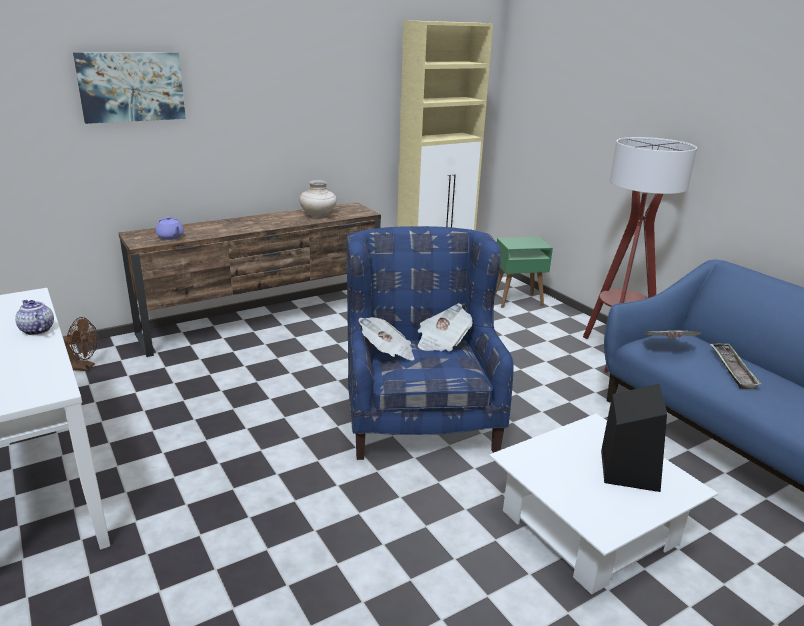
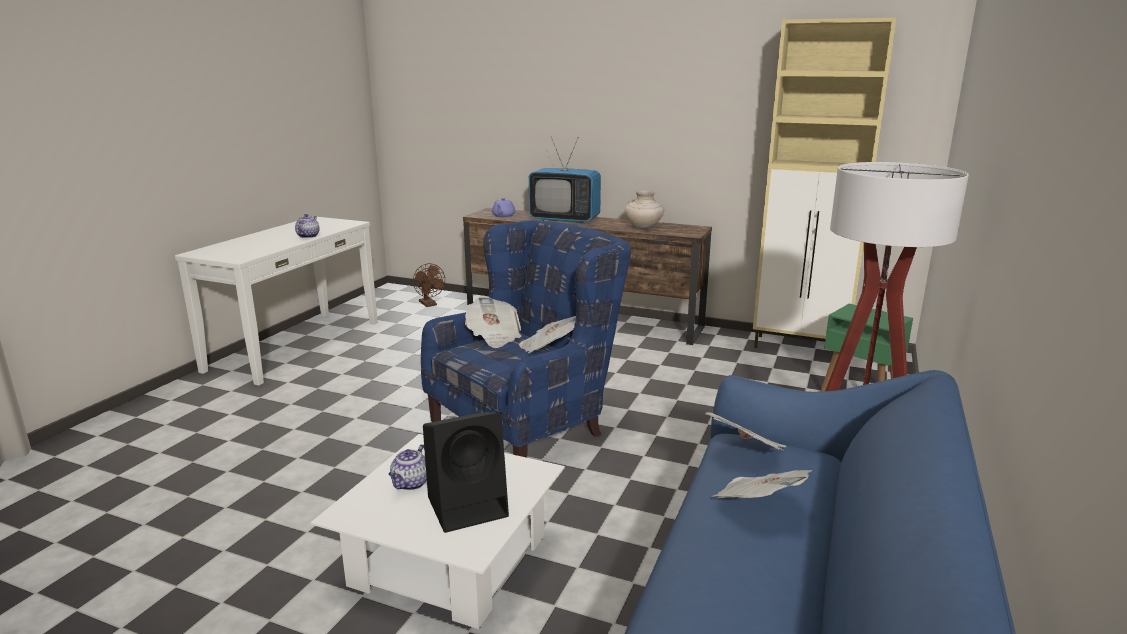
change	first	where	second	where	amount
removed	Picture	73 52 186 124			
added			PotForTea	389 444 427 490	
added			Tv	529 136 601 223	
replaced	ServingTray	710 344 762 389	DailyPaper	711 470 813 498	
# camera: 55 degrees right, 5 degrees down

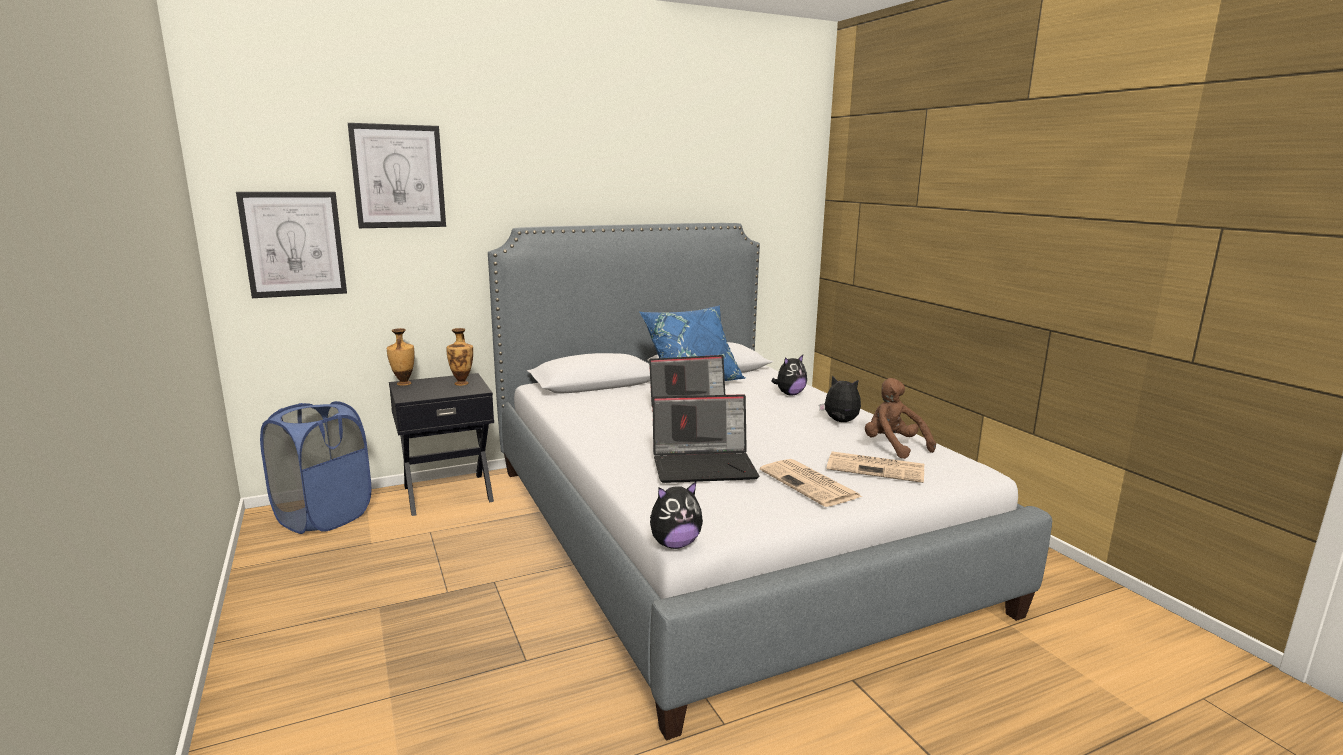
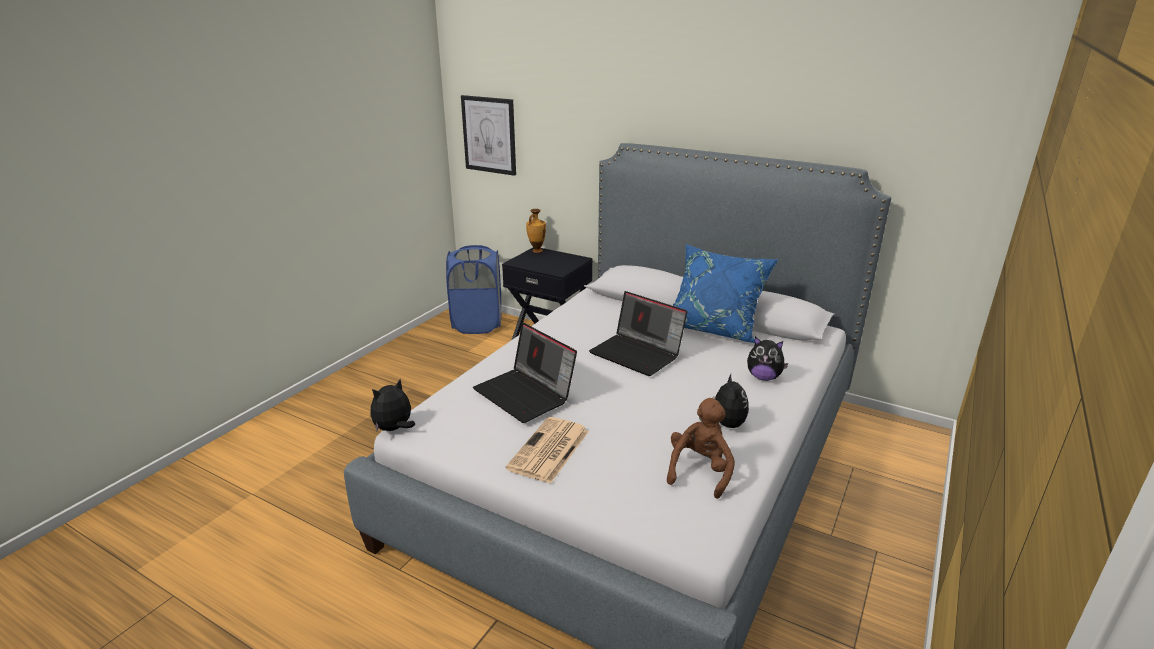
change	first	where	second	where	amount
removed	Picture	348 123 446 228			
removed	Vase	446 328 473 386			
removed	DailyPaper	827 452 924 483			
turned	CuddlyToy	650 482 703 549		370 379 415 431	105 degrees clockwise
# camera: 55 degrees right, 10 degrees up

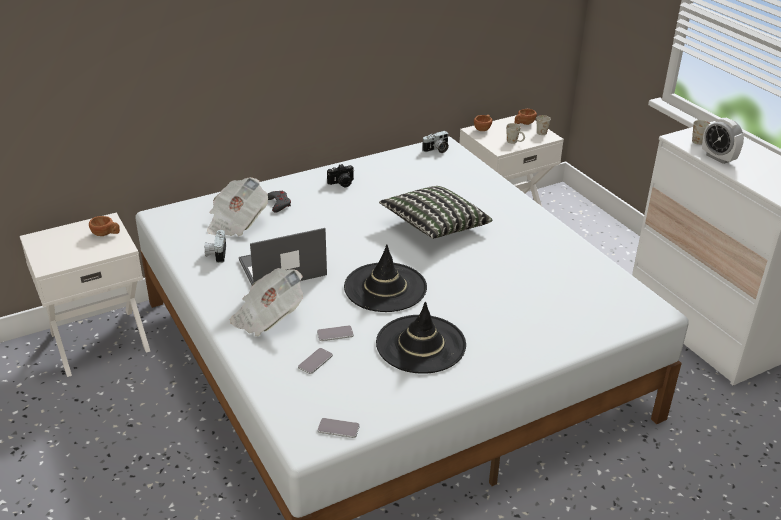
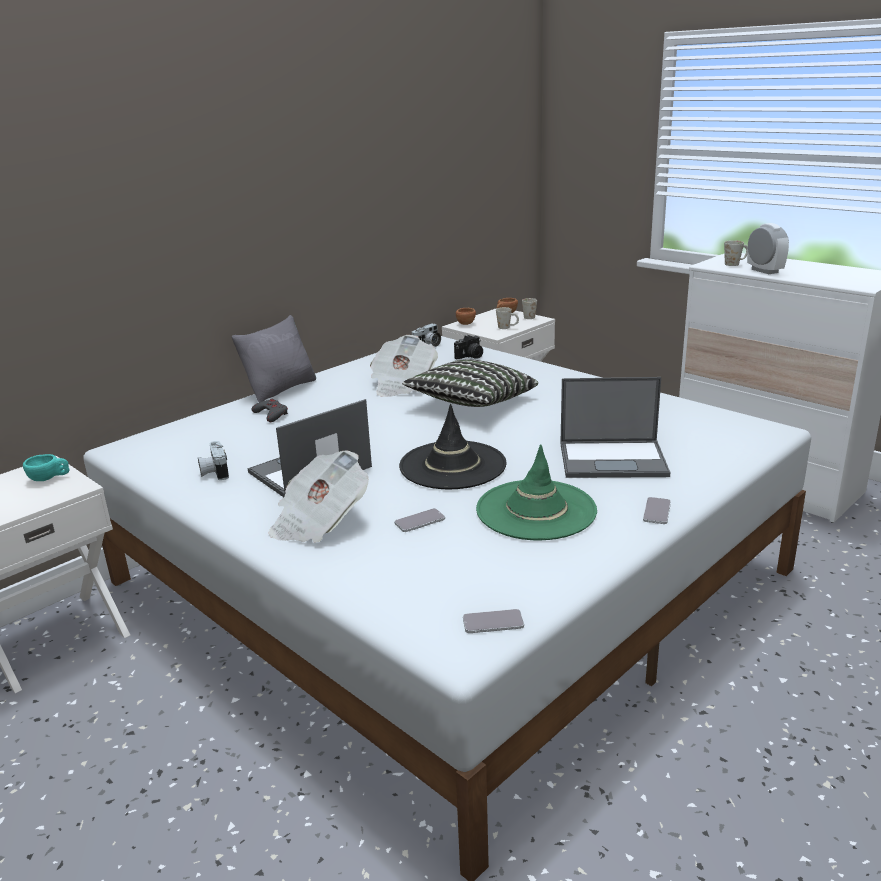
change	first	where	second	where	amount
added			GrayThrowPillow	232 315 316 402	
added			NotebookComputer	560 377 670 478	
moved	DailyPaper	207 177 268 236		370 335 438 397	
moved	Handset	298 348 333 374		643 497 671 524	
moved	StillCamera	327 164 354 187		454 335 483 359	
recoloured	BrownCup	89 216 120 236	TurquoiseCup	23 454 70 481	
recoloured	BlackishClothingHat	376 301 466 374	GreenClothingHat	476 444 597 540	
turned	BedsideClock	702 118 744 164		747 223 789 274	150 degrees counterclockwise
# camera: 15 degrees left, 10 degrees down

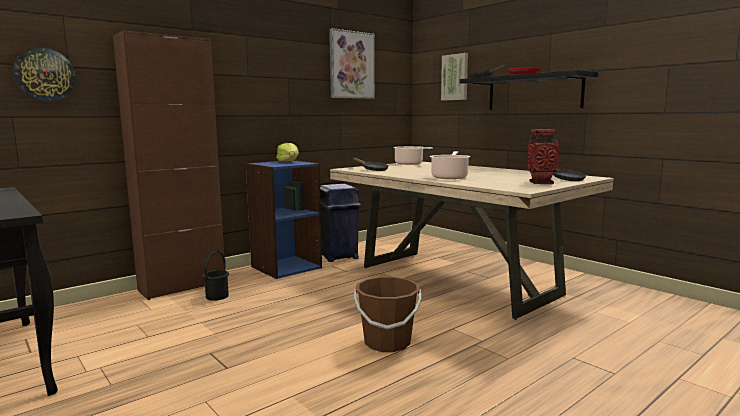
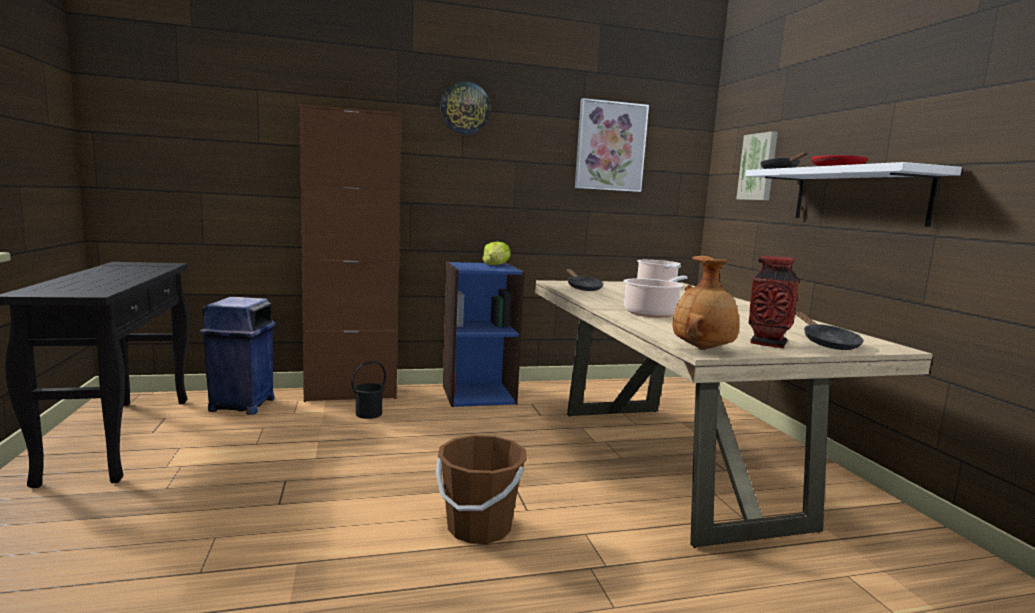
change	first	where	second	where	amount
added			BrownVase	673 256 739 350	
moved	WallClock	13 47 76 102		440 81 491 134	
moved	BluishWasteBin	320 184 361 262		199 297 276 415	
recoloured	BlackishShelf	460 70 599 110	WhitishShelf	745 162 962 227	
# camera: 25 degrees right, 0 degrees up

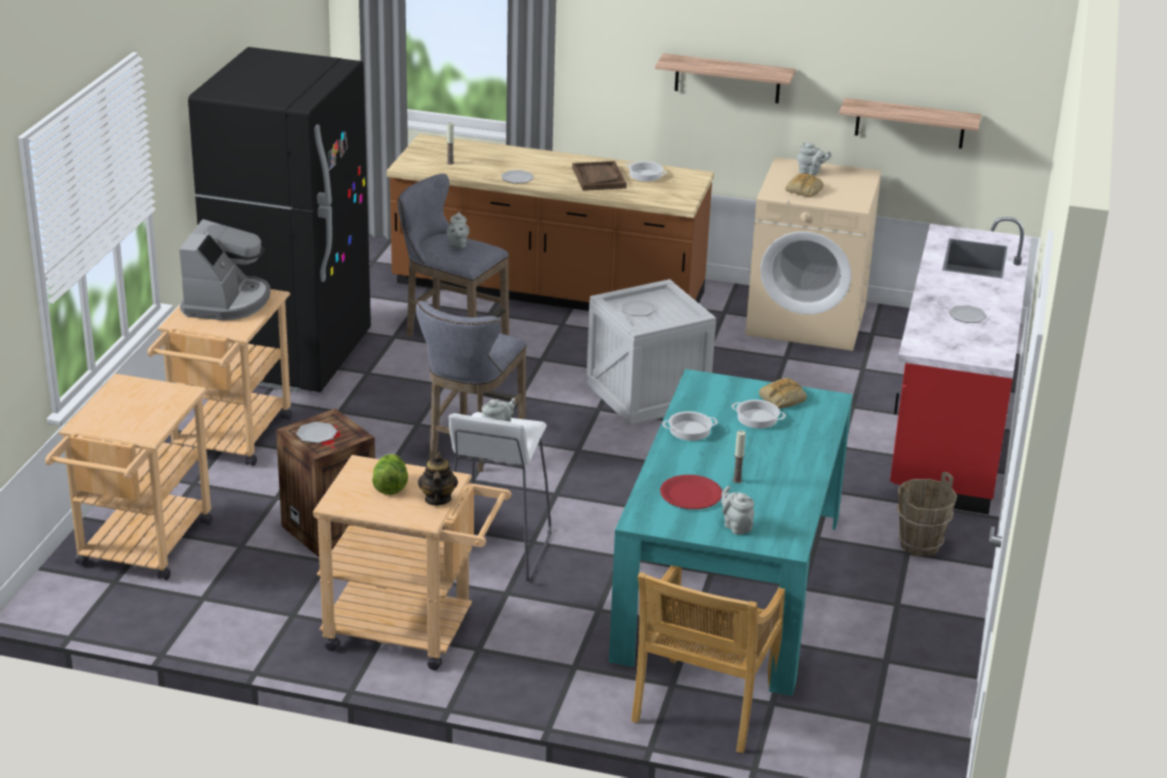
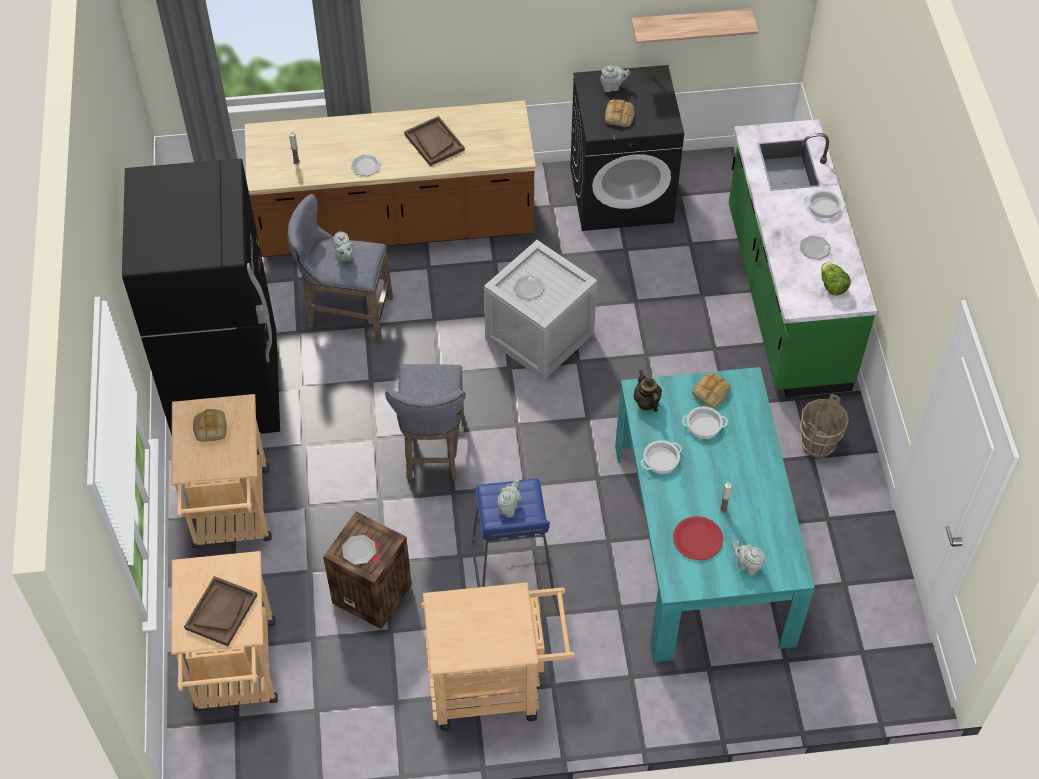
change	first	where	second	where	amount
removed	SandColouredUprightChair	631 565 785 753			
removed	Shelf	655 53 796 103			
added			BrownServingTray	184 576 257 646	
moved	Lettuce	372 454 408 495		821 262 851 296	
moved	PotForTea	418 452 458 506		634 370 662 412	
moved	Saucepot	626 161 667 182		804 190 847 218	
replaced	CoffeeMachine	179 219 270 320	Bread	193 409 227 442	
recoloured	WhitishStoolSeat	443 412 552 582	BluishStoolSeat	472 478 556 597	
recoloured	SandColouredLaundryMachine	745 157 882 351	BlackishLaundryMachine	570 65 684 231	
recoloured	RedCounter	890 217 1031 515	GreenCounter	729 119 877 397	
# camera: 20 degrees left, 25 degrees up

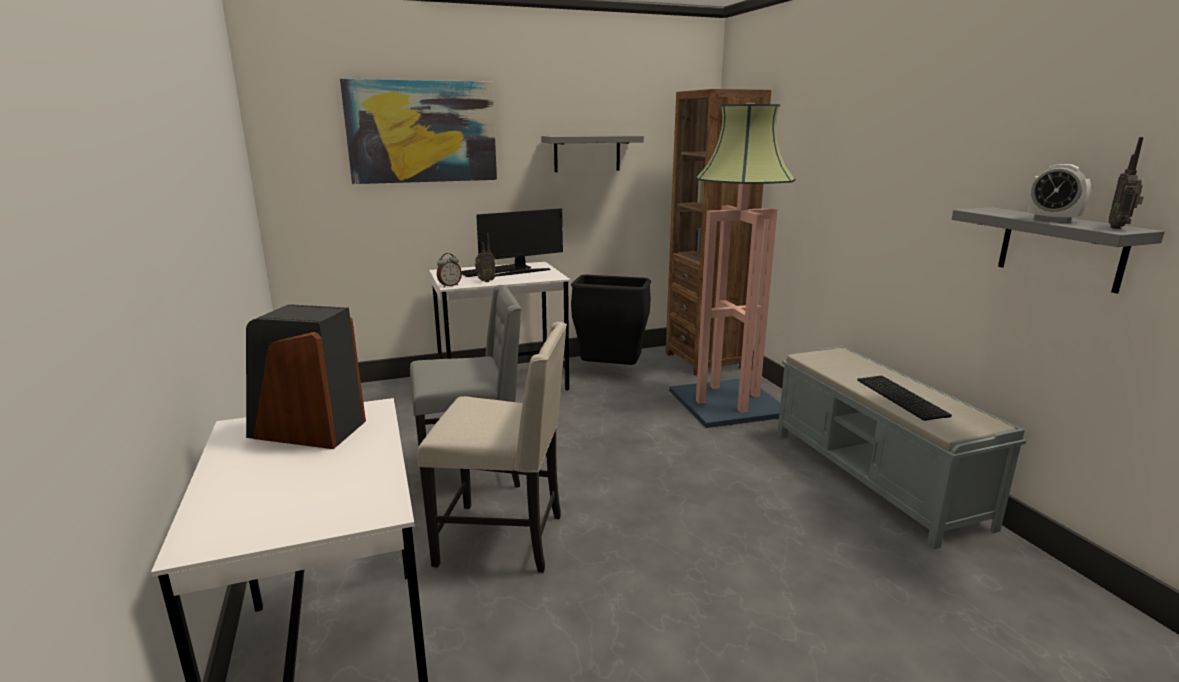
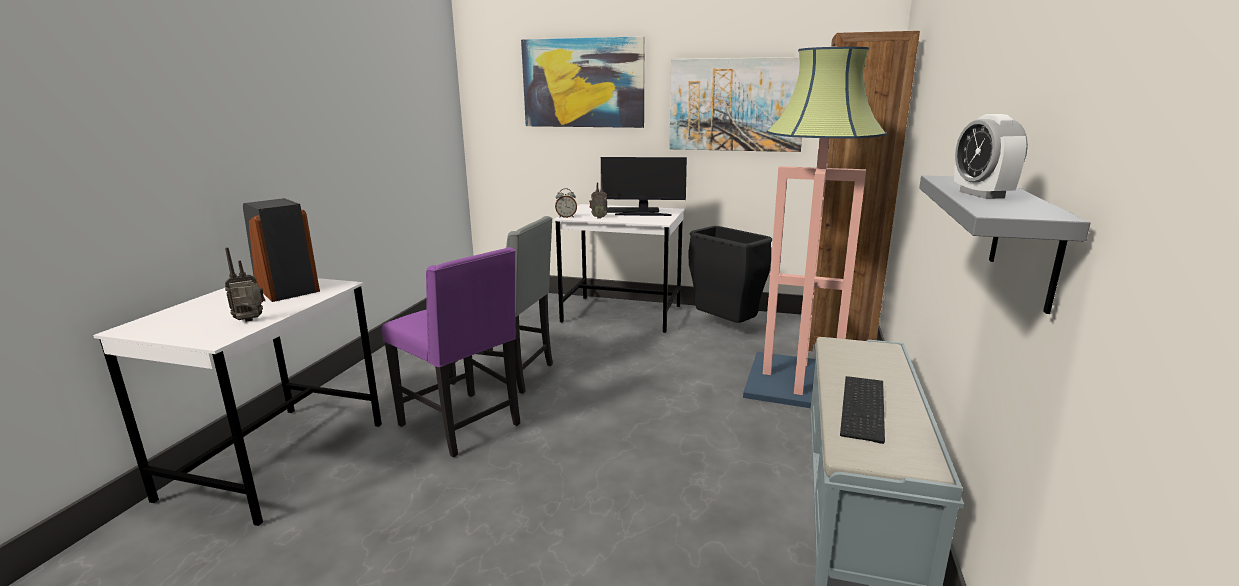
change	first	where	second	where	amount
moved	Radio	1109 137 1144 229		225 247 265 322	
replaced	GrayShelf	541 135 644 172	Picture	669 57 802 152	
recoloured	SandColouredUprightChair	417 322 567 573	PurpleUprightChair	382 247 520 457	
# camera: 35 degrees right, 0 degrees up

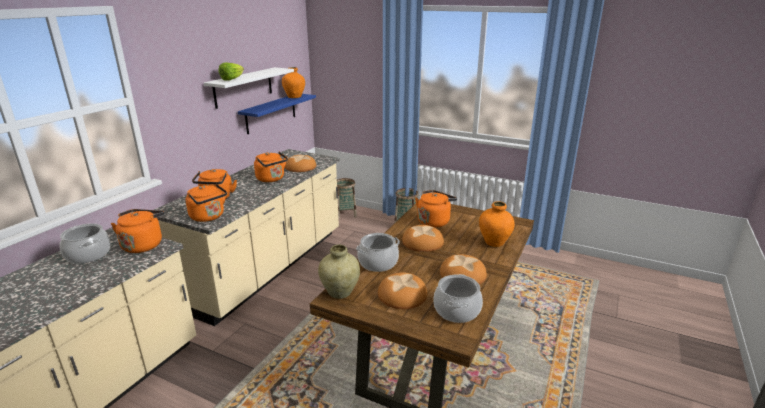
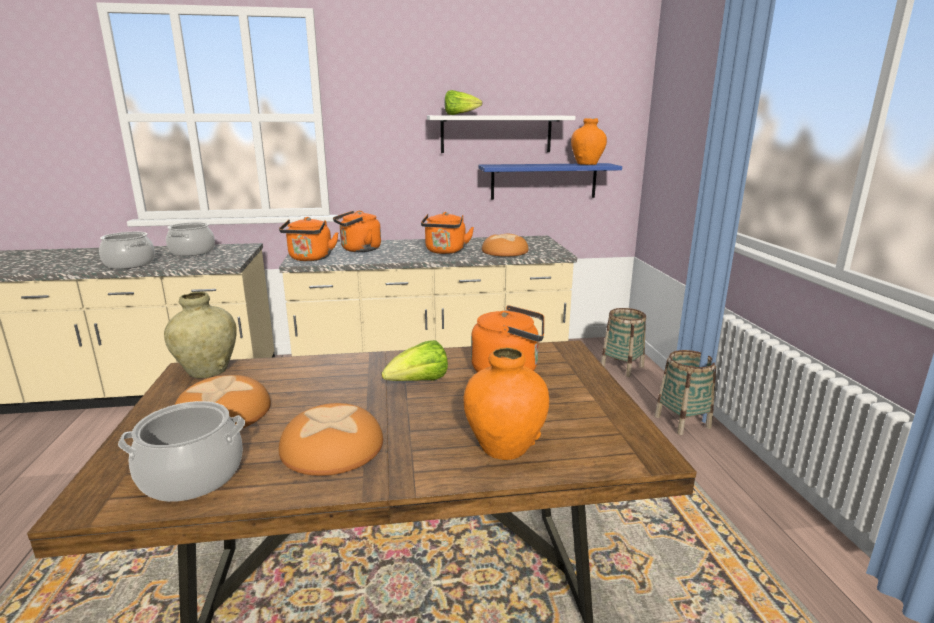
change	first	where	second	where	amount
removed	OrangeyWaterKettle	111 209 165 253			
moved	Saucepot	356 233 400 272		99 232 155 269	
replaced	Bread	402 225 444 252	Lettuce	382 340 448 381	
# camera: 55 degrees right, 5 degrees down

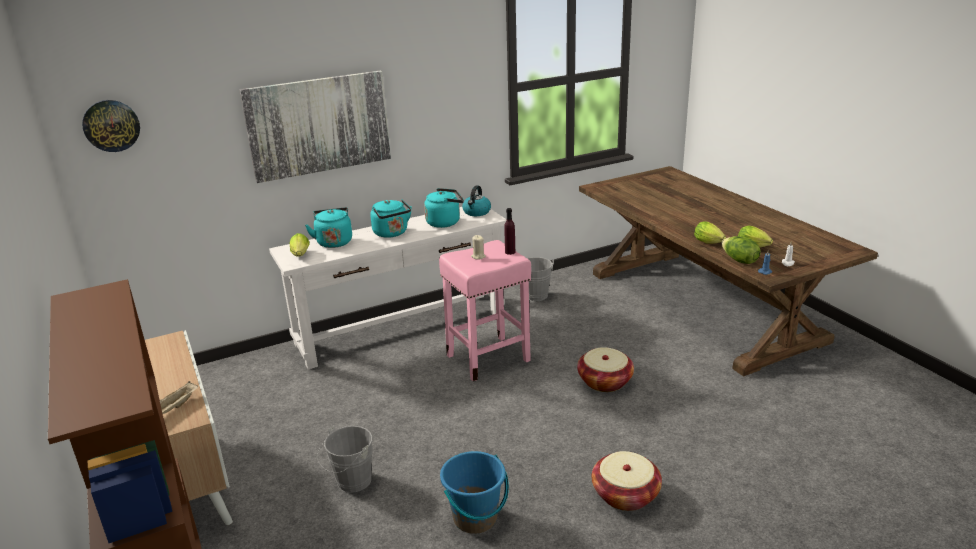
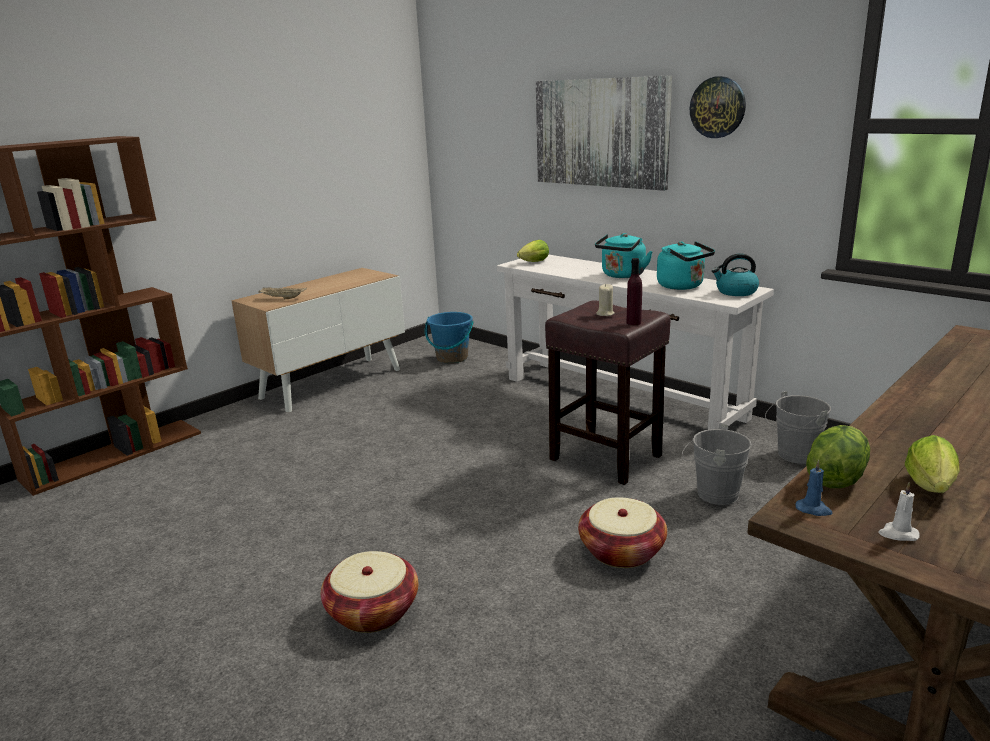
change	first	where	second	where	amount
removed	TurquoiseWaterKettle	305 207 352 248			
removed	Lettuce	694 221 726 244			
moved	WallClock	82 100 140 152		690 76 746 138	
moved	GrayBucket	317 426 373 493		682 424 752 505	
moved	BluishBucket	440 451 509 534		425 312 474 364	
recoloured	PinkStoolSeat	439 240 531 381	BrownStoolSeat	545 300 670 485	
# camera: 70 degrees right, 5 degrees down

